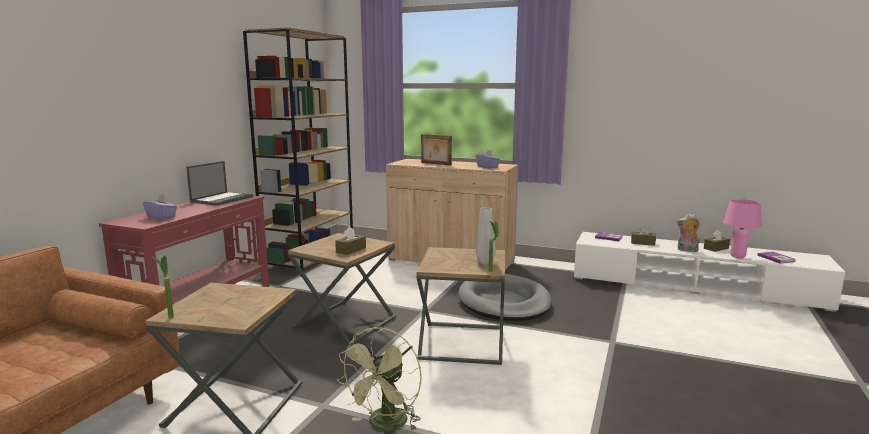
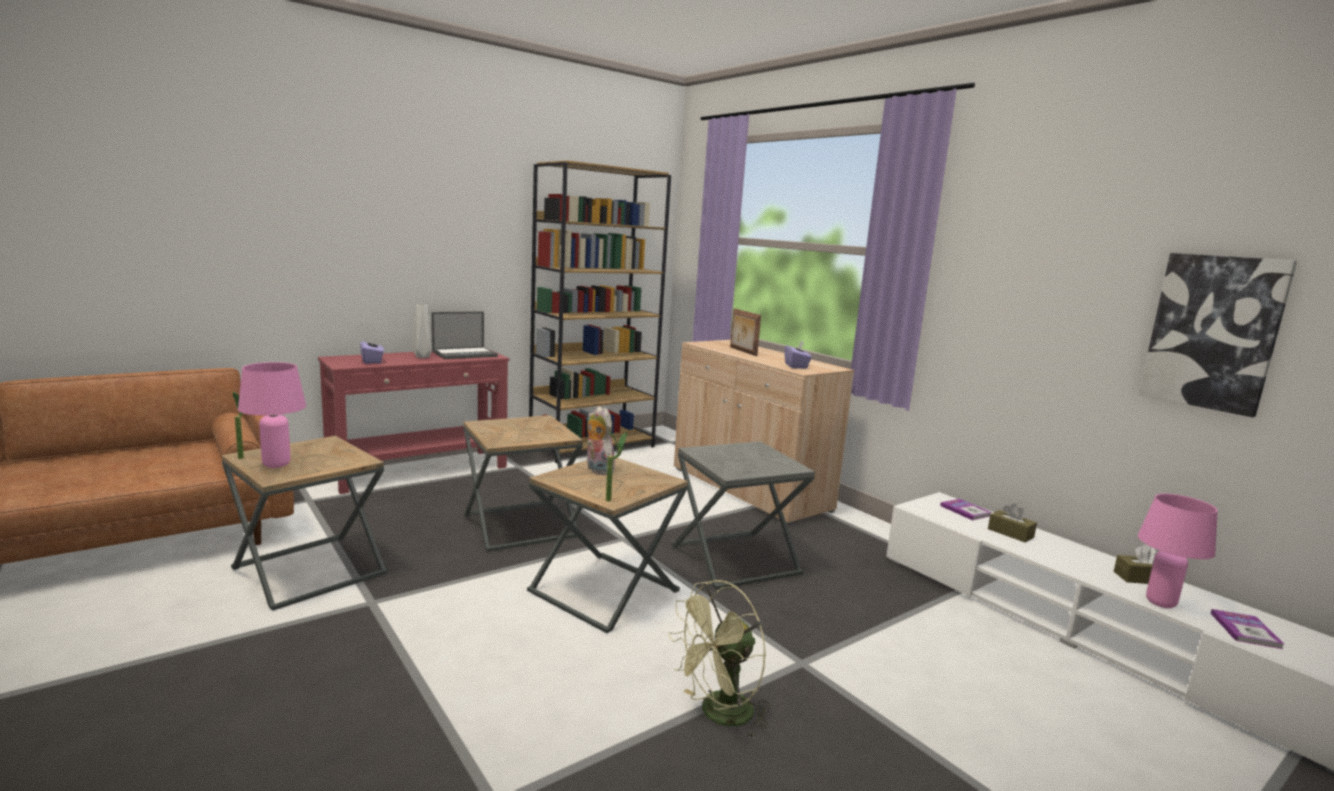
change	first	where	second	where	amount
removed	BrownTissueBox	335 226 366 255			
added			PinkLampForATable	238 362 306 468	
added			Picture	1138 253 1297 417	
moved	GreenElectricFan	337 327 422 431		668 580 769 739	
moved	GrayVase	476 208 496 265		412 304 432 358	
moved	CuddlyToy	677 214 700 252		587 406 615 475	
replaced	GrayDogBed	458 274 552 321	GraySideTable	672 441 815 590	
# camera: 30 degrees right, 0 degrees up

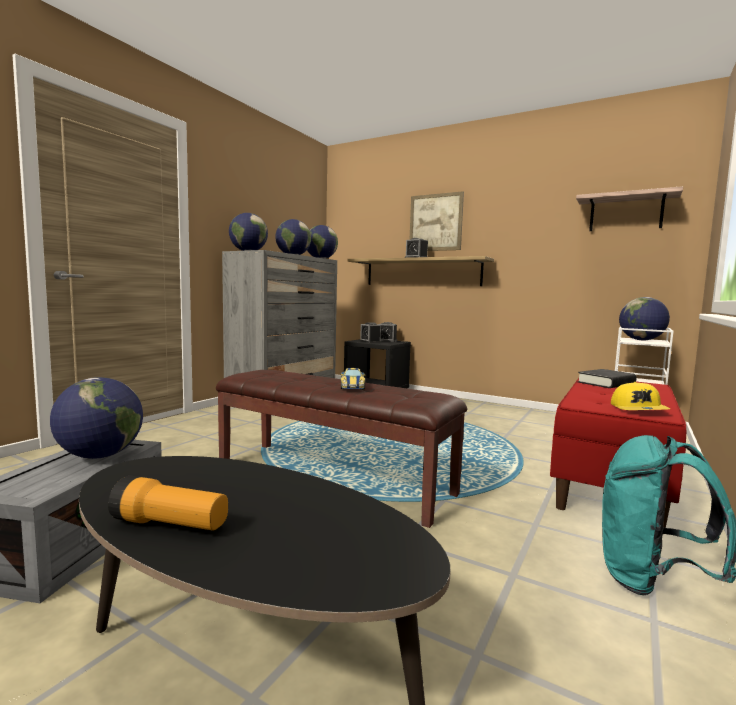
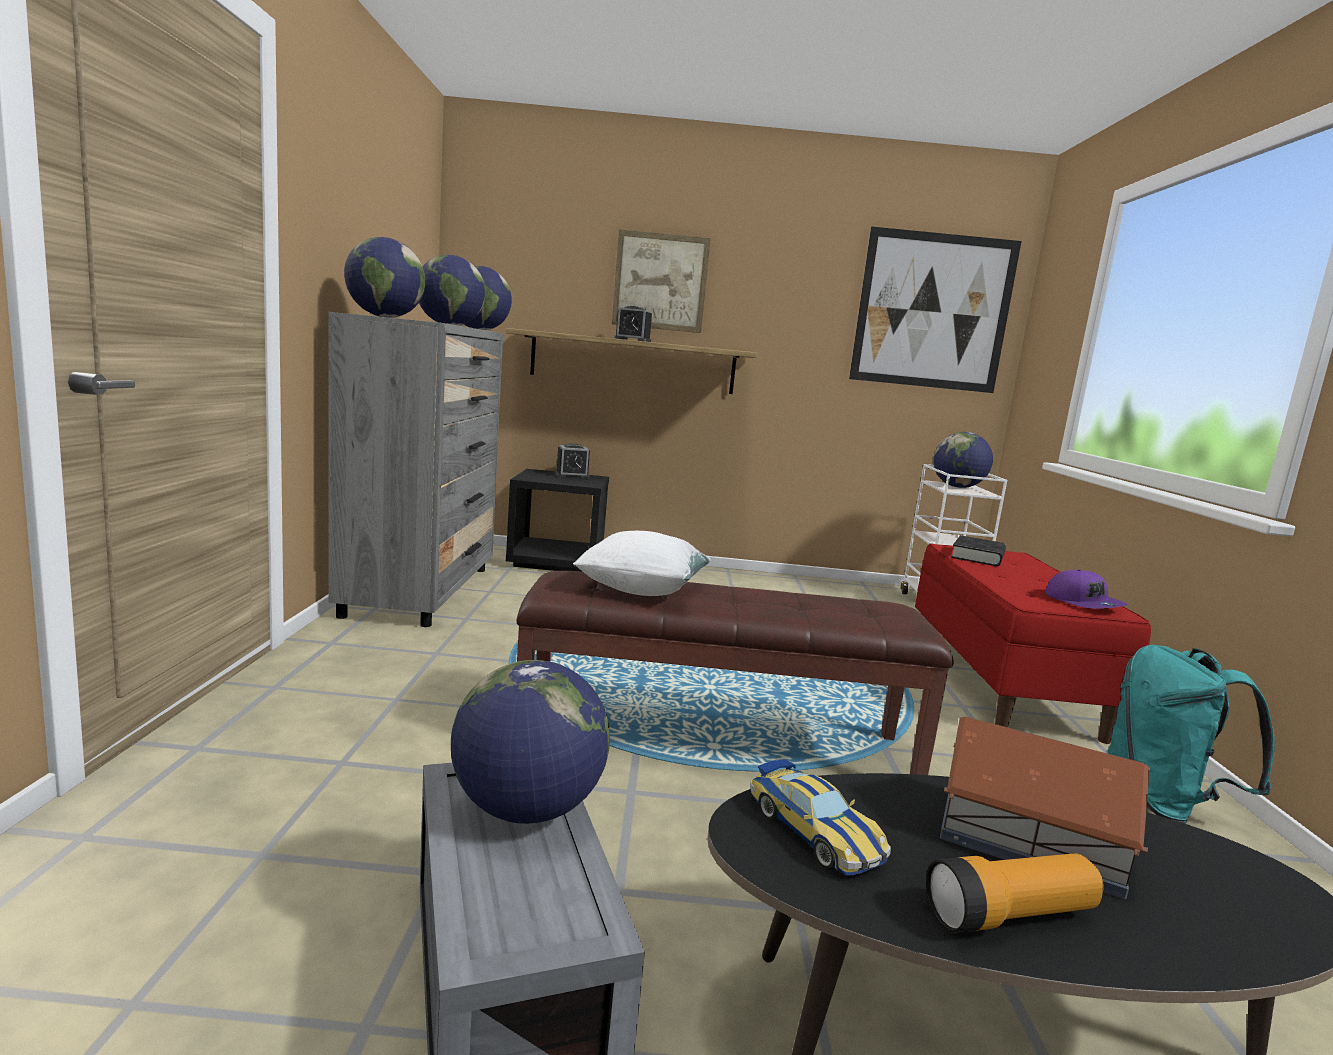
change	first	where	second	where	amount
removed	BedsideClock	360 323 381 343			
added			WhitishThrowPillow	573 531 711 596	
added			ToyHouse	940 716 1150 899	
moved	ToyCar	341 368 366 389		750 759 891 875	
replaced	Shelf	576 186 683 231	Picture	849 227 1022 393	
recoloured	YellowCap	611 382 670 410	PurpleCap	1046 570 1128 609	
# camera: 30 degrees left, 5 degrees up

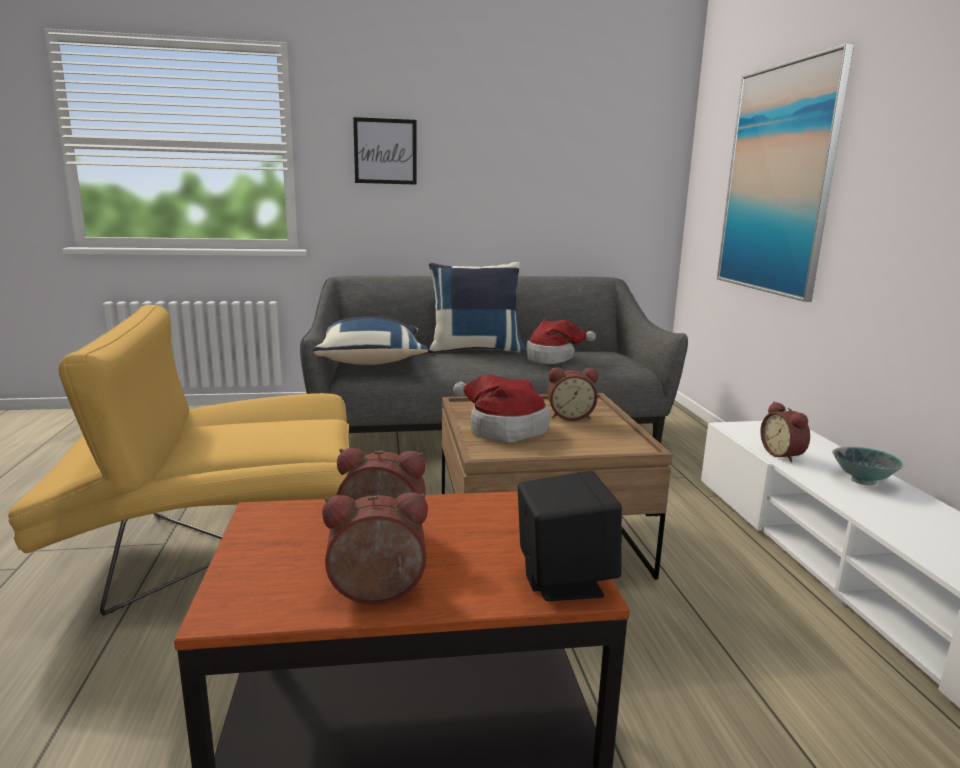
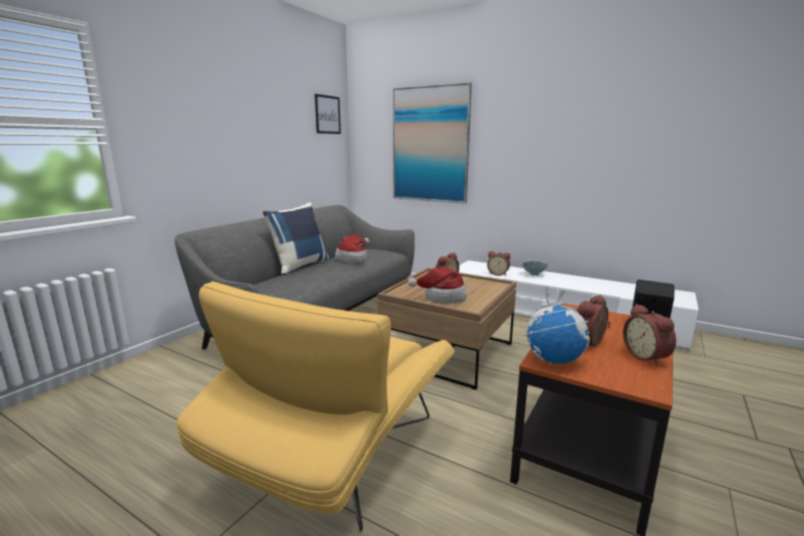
change	first	where	second	where	amount
removed	BluishThrowPillow	313 316 428 365			
added			Globe	522 286 590 364	
moved	Picture	353 117 417 185		315 94 341 134	
turned	BedsideClock	322 492 428 605		623 304 676 366	45 degrees counterclockwise
# camera: 50 degrees left, 0 degrees up

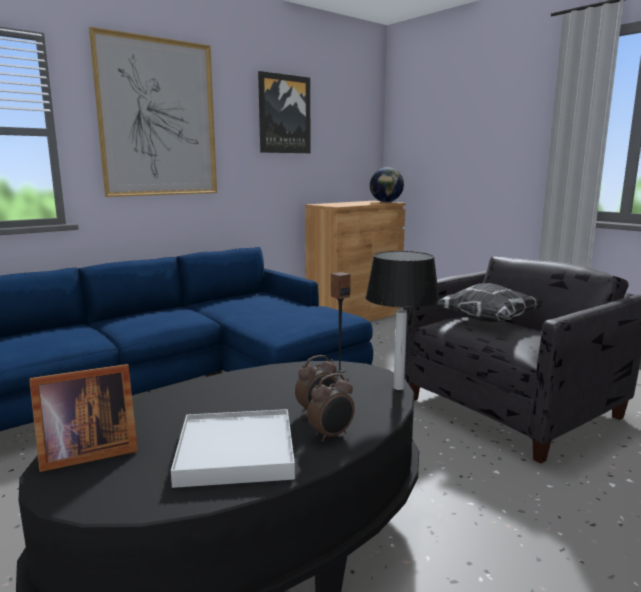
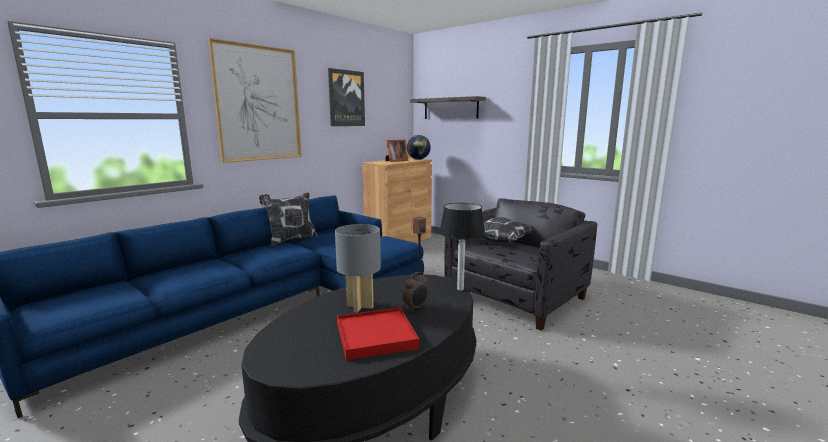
change	first	where	second	where	amount
removed	BedsideClock	307 373 355 442			
added			ThrowPillow	259 192 318 246	
added			GrayLampForATable	335 224 381 313	
added			Shelf	410 96 486 119	
moved	PictureFrame	29 364 138 472		385 140 409 162	
recoloured	WhitishServingTray	171 409 295 488	RedServingTray	337 308 419 361	
# camera: 10 degrees left, 0 degrees up

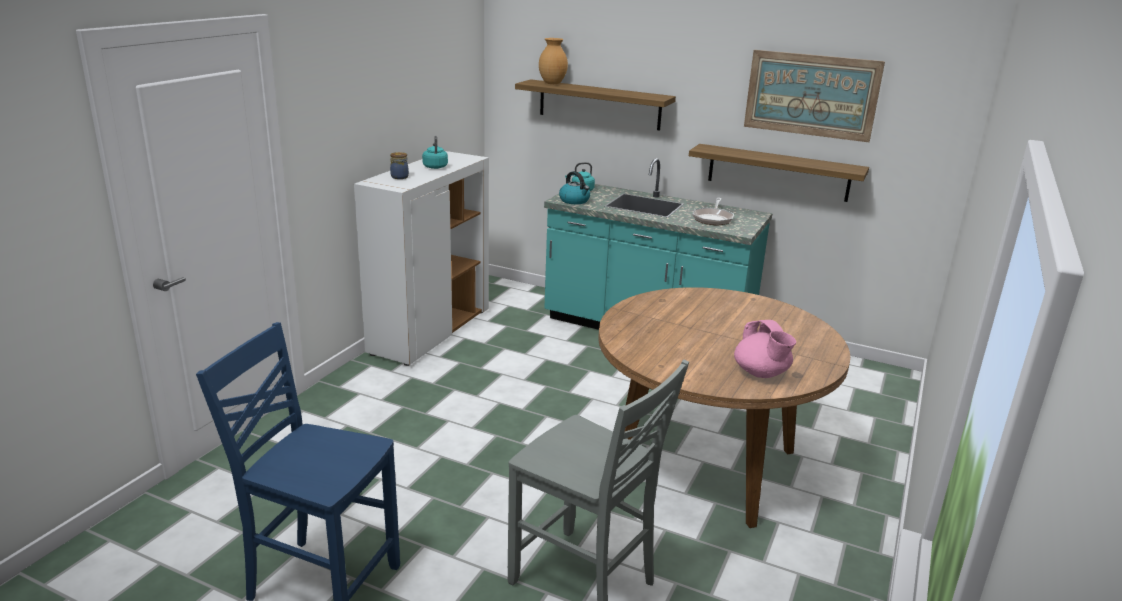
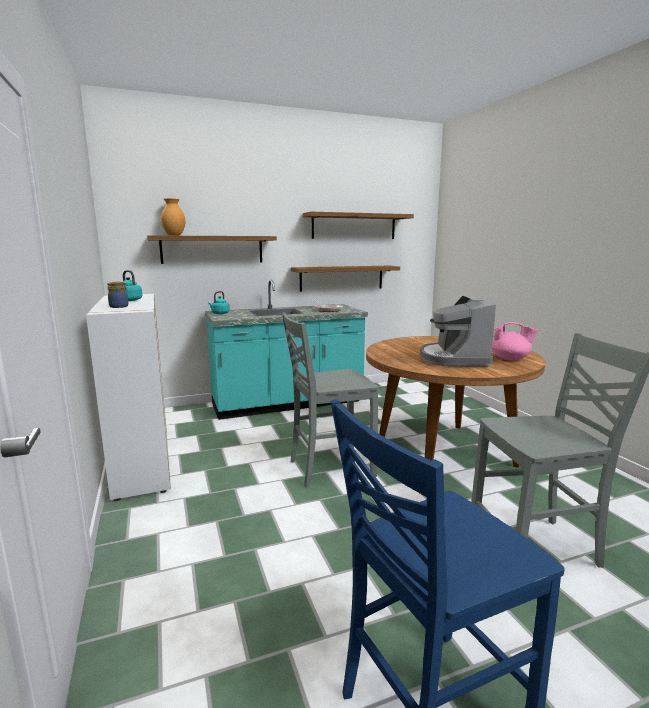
change	first	where	second	where	amount
removed	WaterKettle	559 171 590 204			
added			GrayUprightChair	282 312 378 487	
added			CoffeeMachine	420 296 496 367	
replaced	Picture	744 50 885 142	Shelf	303 212 414 239	
# camera: 45 degrees left, 10 degrees down

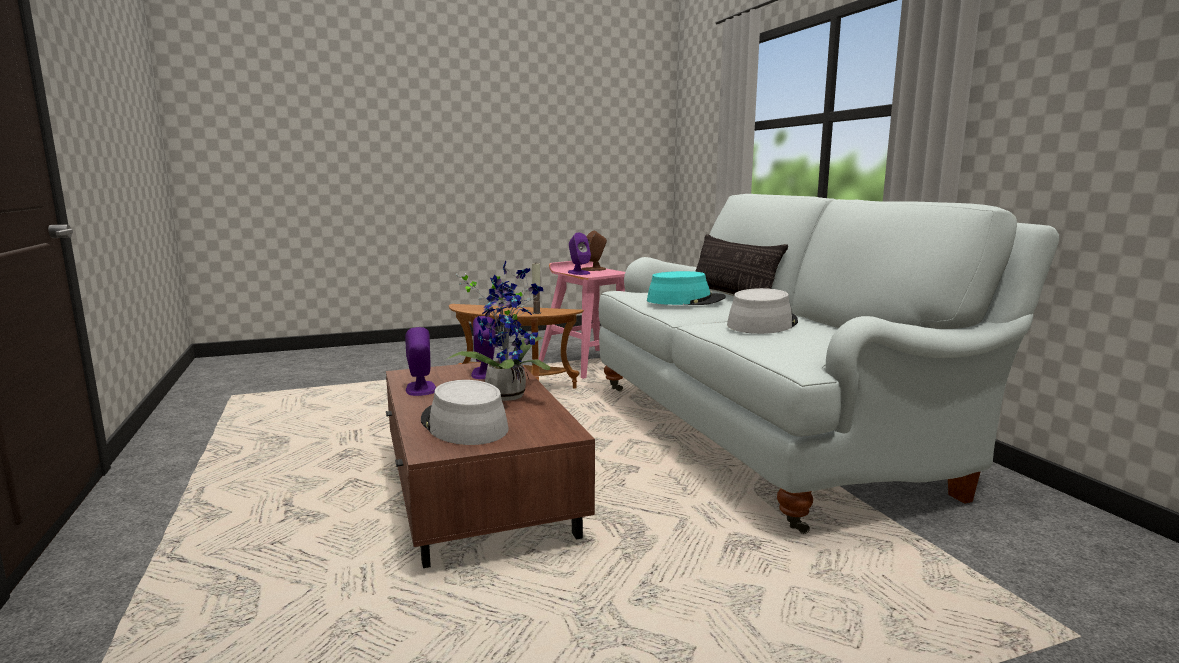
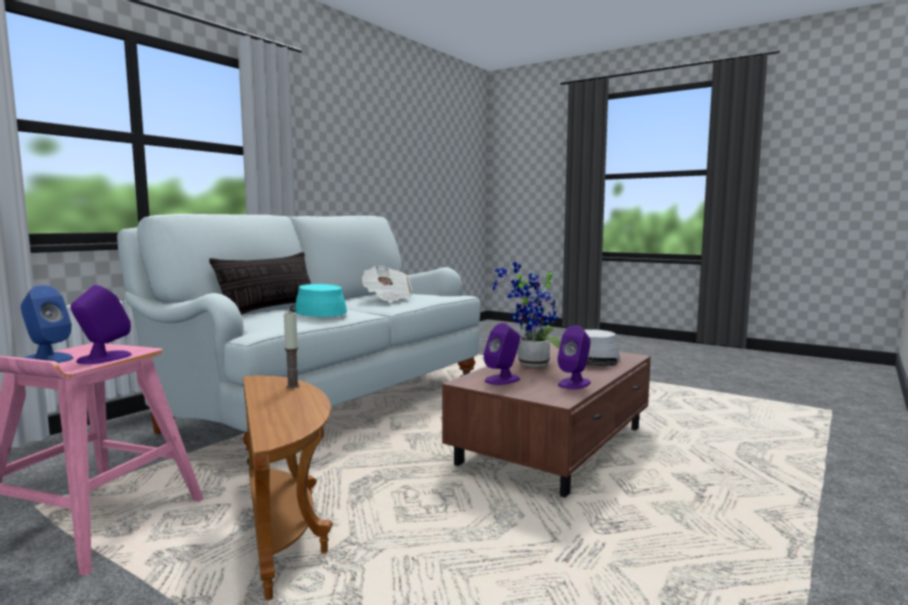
change	first	where	second	where	amount
replaced	GrayClothingHat	727 288 798 334	DailyPaper	361 266 412 302	
recoloured	BrownAudioSpeaker	581 231 607 271	BluishAudioSpeaker	21 285 73 363	
# camera: 125 degrees left, 5 degrees down

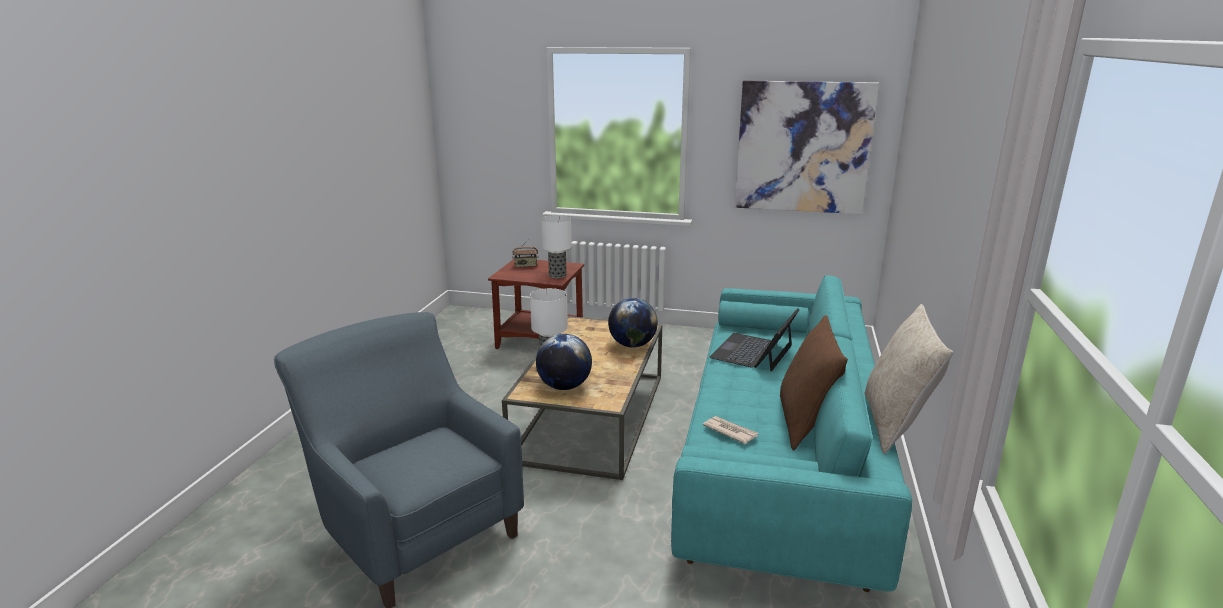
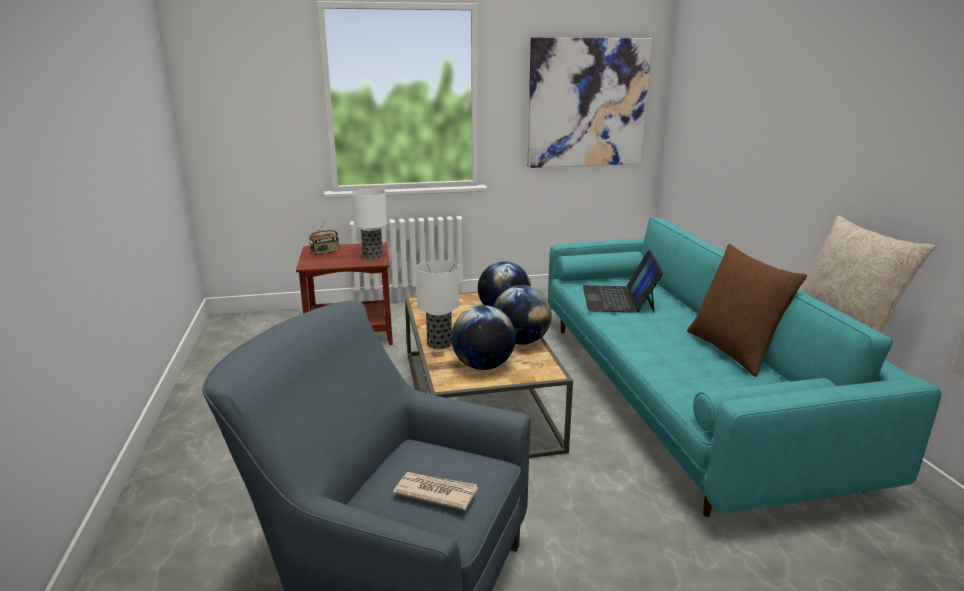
change	first	where	second	where	amount
added			Globe	493 285 552 345	
moved	DailyPaper	703 416 758 444		393 472 478 510	
# camera: 25 degrees left, 0 degrees up

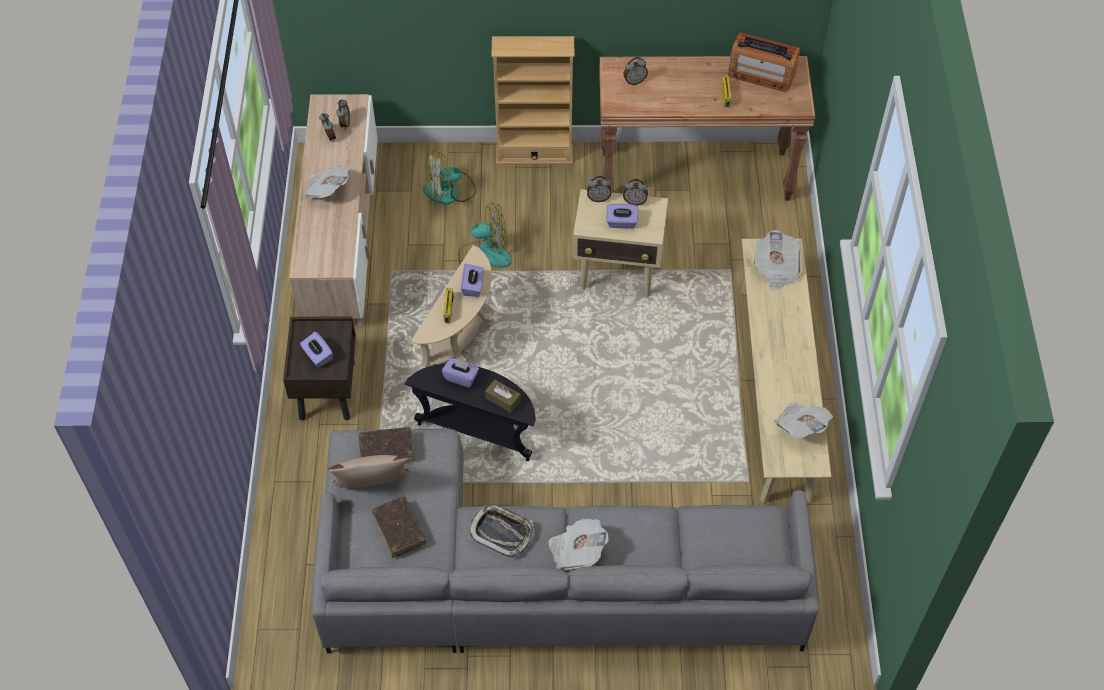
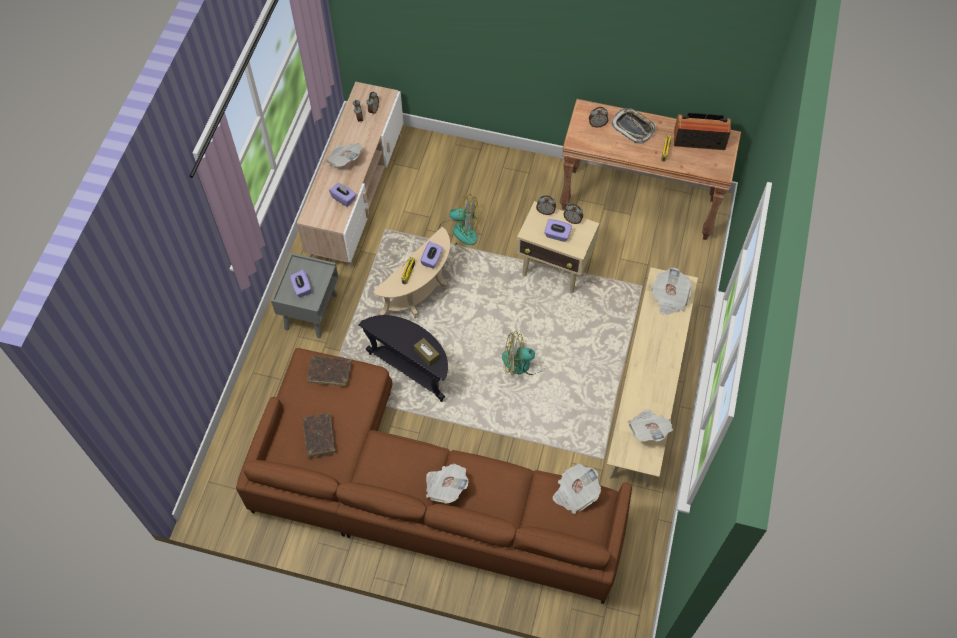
change	first	where	second	where	amount
removed	SandColouredThrowPillow	328 455 410 488			
removed	SandColouredShelvingUnit	491 36 575 164			
added			DailyPaper	552 464 601 514	
moved	ElectricFan	423 150 476 205		502 331 544 375	
moved	PurpleTissueBox	442 358 479 388		329 183 357 207	
moved	ServingTray	469 504 534 558		611 108 656 144	
recoloured	BrownNightstand	283 317 356 420	GrayNightstand	271 253 339 338	
recoloured	GraySettee	311 428 819 654	BrownSettee	236 348 632 604	
turned	Radio	728 32 800 92		674 113 731 150	150 degrees clockwise
# camera: 15 degrees right, 5 degrees up

